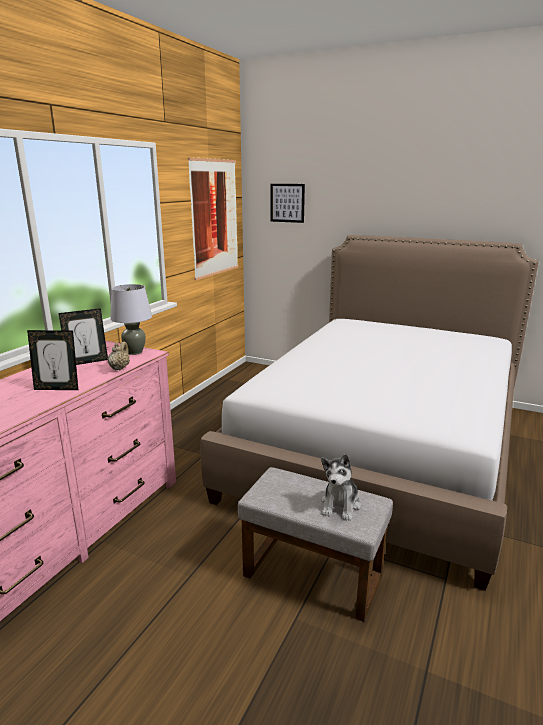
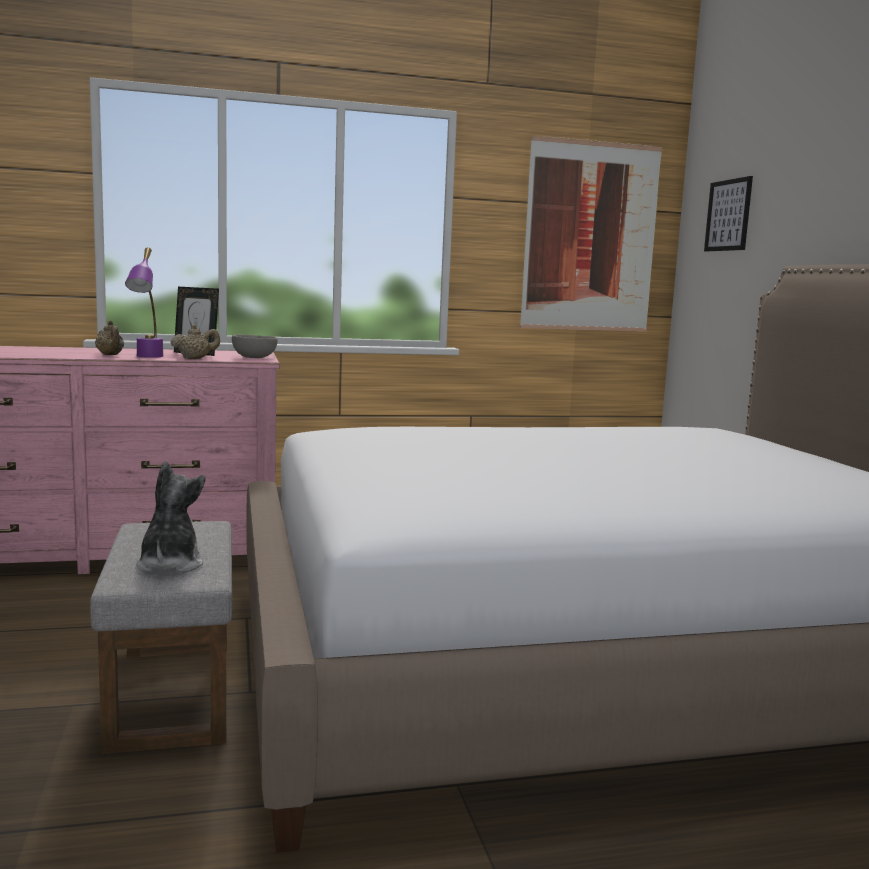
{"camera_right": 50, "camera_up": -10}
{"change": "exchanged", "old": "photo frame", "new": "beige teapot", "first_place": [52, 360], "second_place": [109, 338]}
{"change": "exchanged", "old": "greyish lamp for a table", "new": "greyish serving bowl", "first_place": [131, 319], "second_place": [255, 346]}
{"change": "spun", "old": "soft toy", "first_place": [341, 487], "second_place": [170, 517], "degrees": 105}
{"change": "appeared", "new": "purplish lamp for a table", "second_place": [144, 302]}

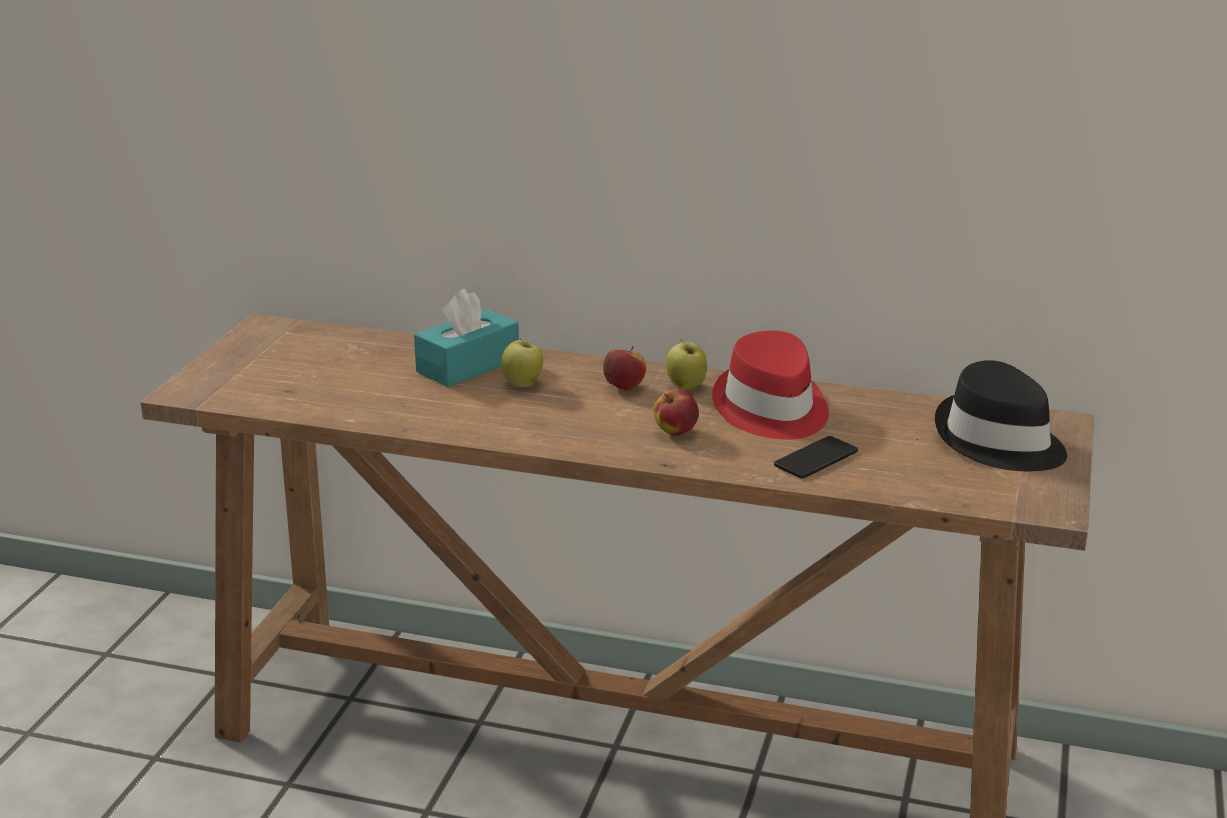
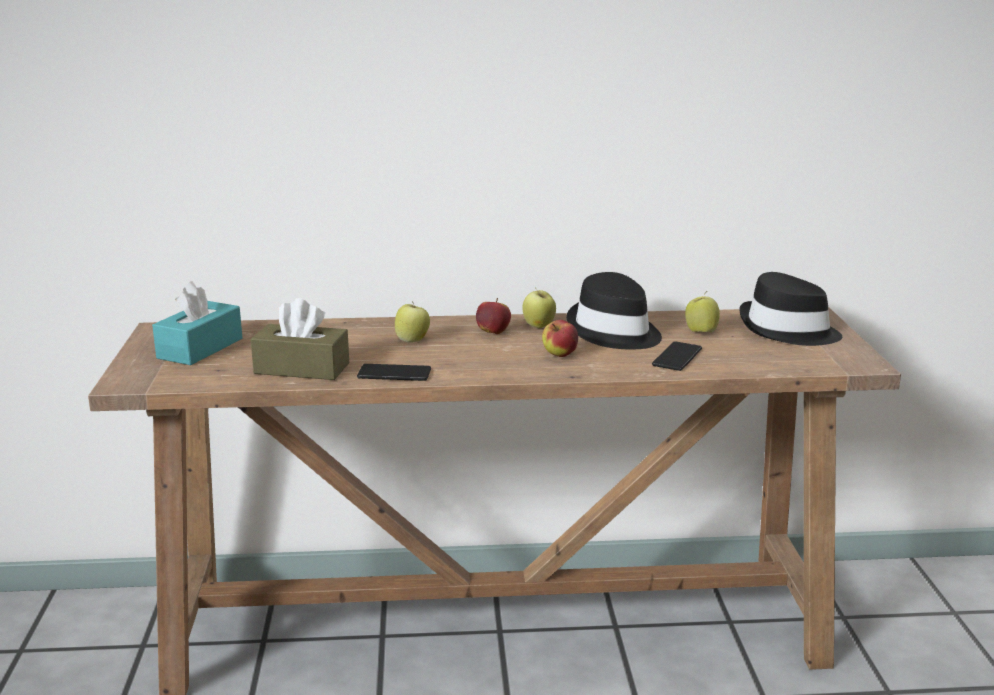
{"camera_right": -20, "camera_up": -5}
{"change": "relocated", "old": "blue-green tissue holder", "first_place": [466, 338], "second_place": [197, 323]}
{"change": "colour", "old": "red wearable hat", "new": "blackish wearable hat", "first_place": [770, 385], "second_place": [614, 310]}
{"change": "appeared", "new": "brown tissue holder", "second_place": [300, 339]}
{"change": "appeared", "new": "telephone", "second_place": [394, 372]}
{"change": "appeared", "new": "whole apple", "second_place": [702, 311]}

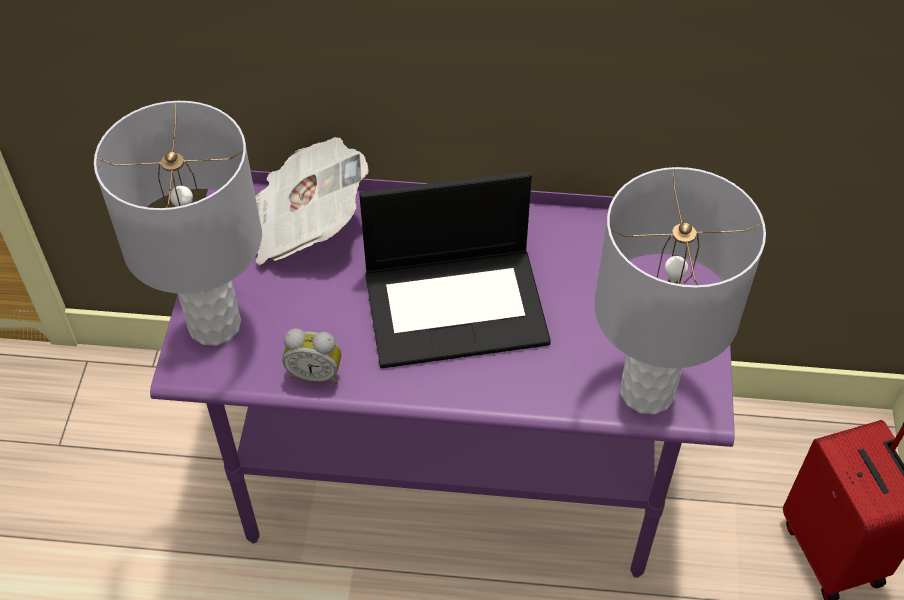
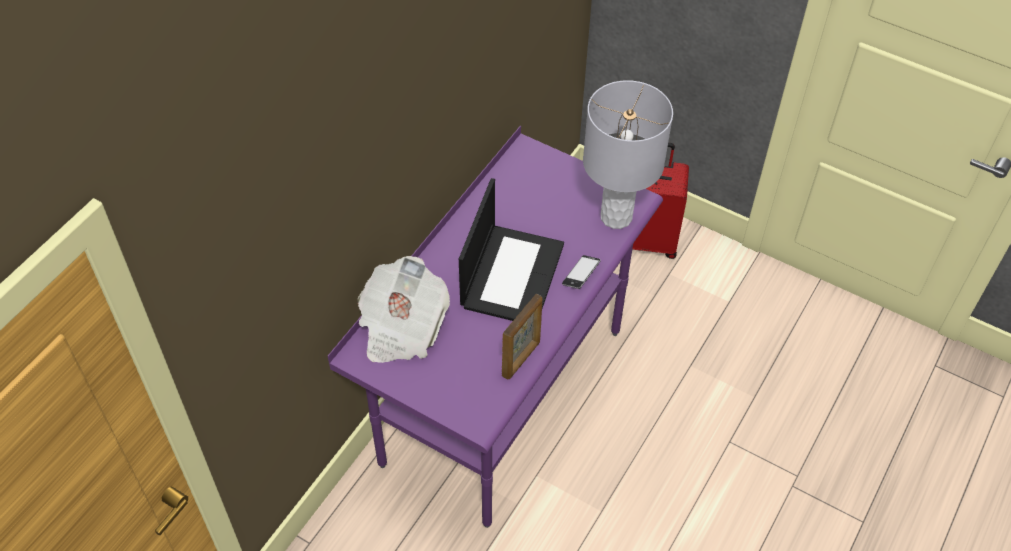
{"camera_right": -65, "camera_up": 0}
{"change": "missing", "old": "greyish lamp for a table", "first_place": [178, 223]}
{"change": "exchanged", "old": "bedside clock", "new": "photo frame", "first_place": [312, 356], "second_place": [522, 337]}
{"change": "appeared", "new": "telephone", "second_place": [581, 272]}

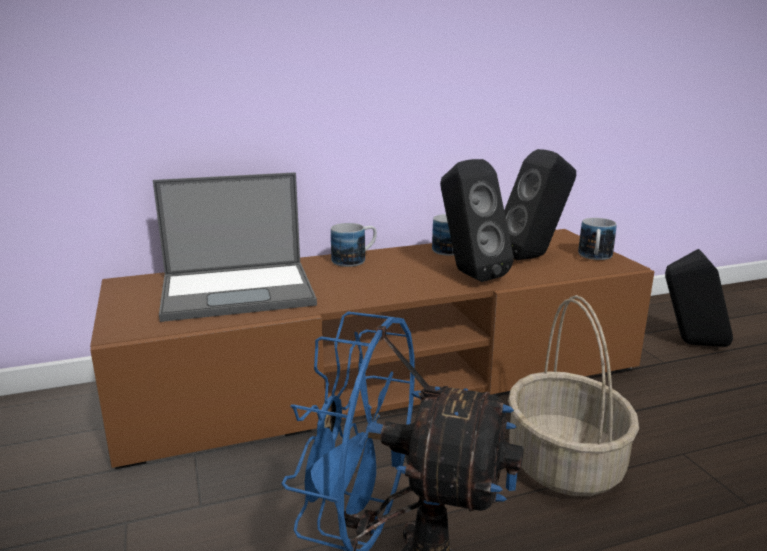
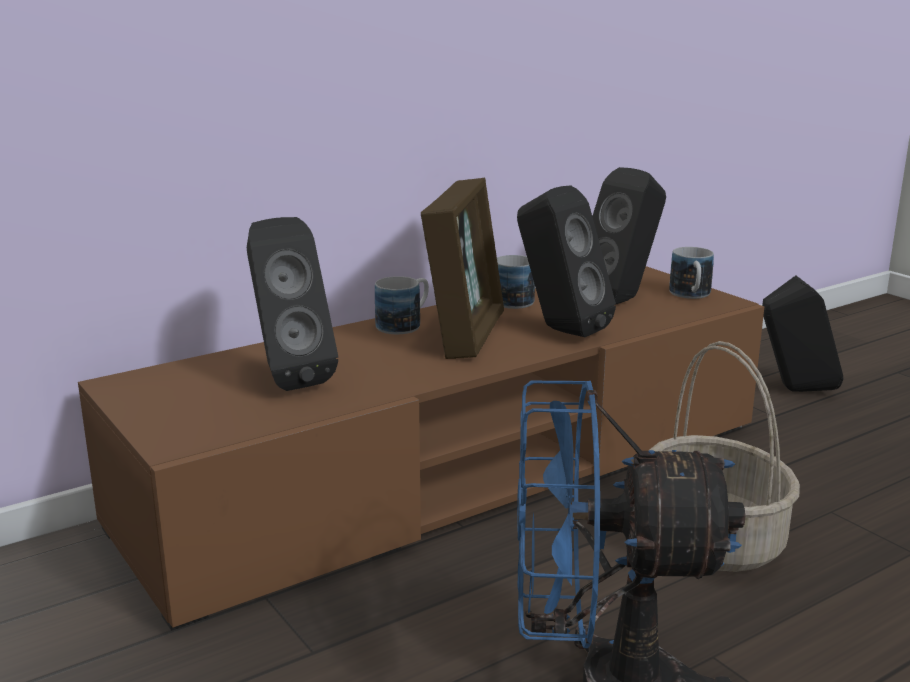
{"camera_right": -15, "camera_up": 0}
{"change": "exchanged", "old": "portable computer", "new": "blackish loudspeaker", "first_place": [235, 247], "second_place": [292, 304]}
{"change": "appeared", "new": "photo frame", "second_place": [462, 268]}

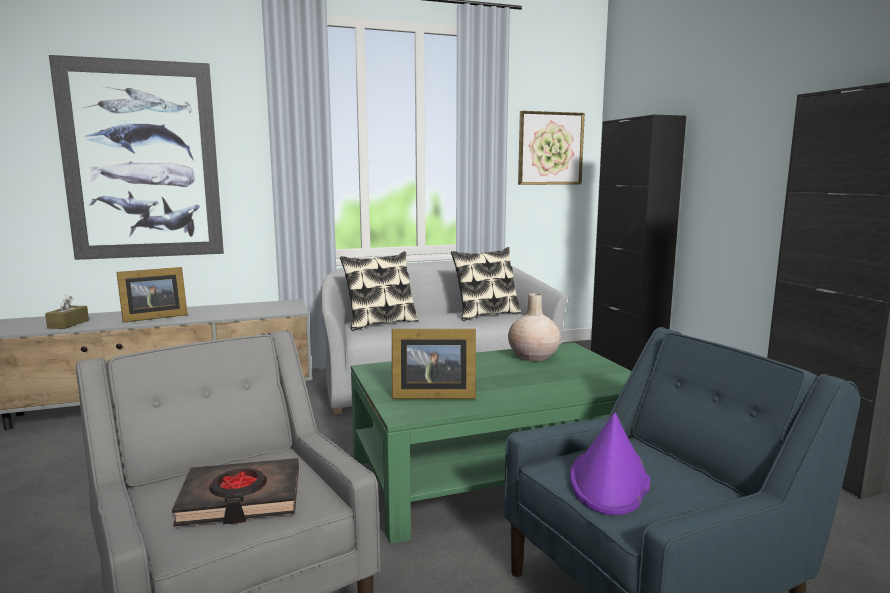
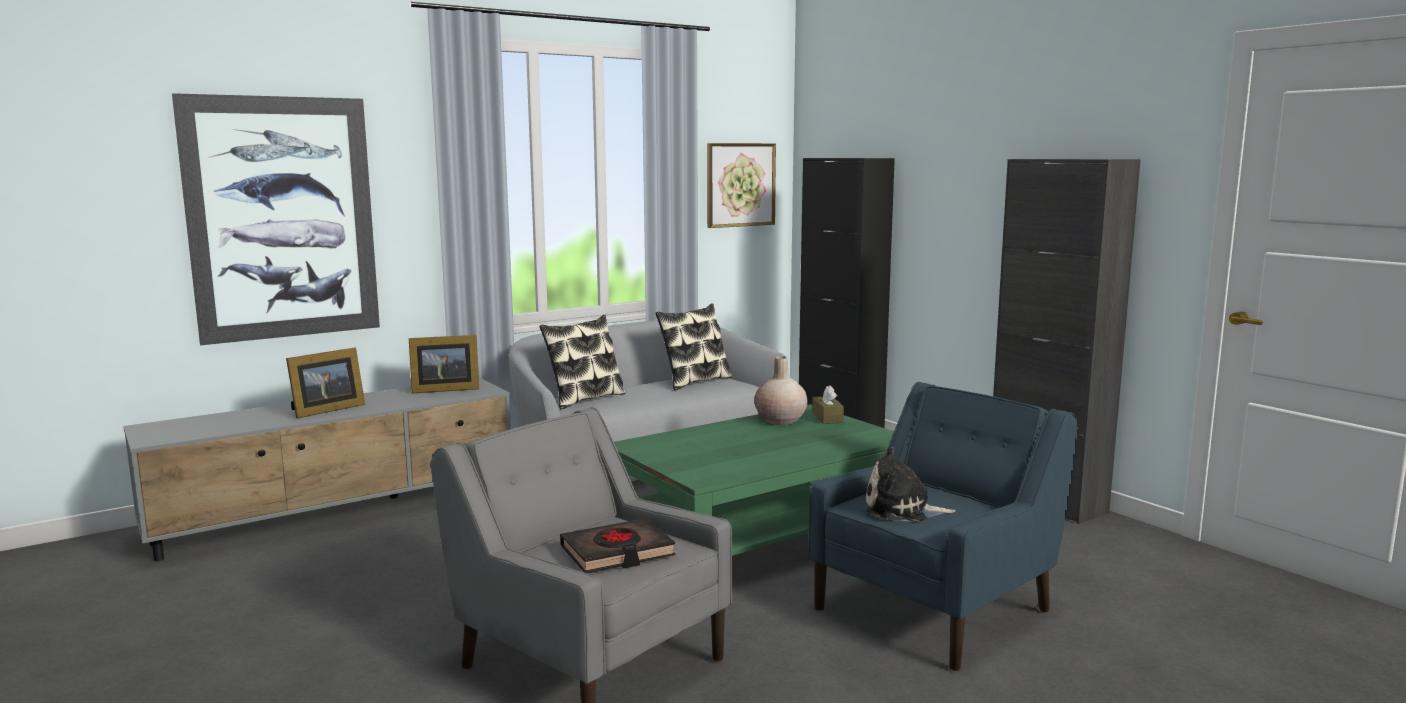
{"camera_right": -15, "camera_up": 0}
{"change": "relocated", "old": "brown tissue holder", "first_place": [67, 312], "second_place": [828, 404]}
{"change": "relocated", "old": "photo frame", "first_place": [434, 364], "second_place": [444, 364]}
{"change": "exchanged", "old": "purplish wearable hat", "new": "soft toy", "first_place": [610, 464], "second_place": [911, 484]}

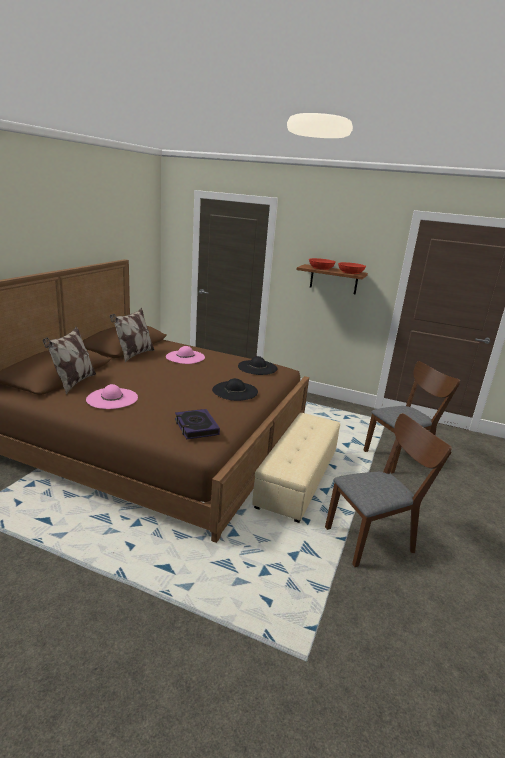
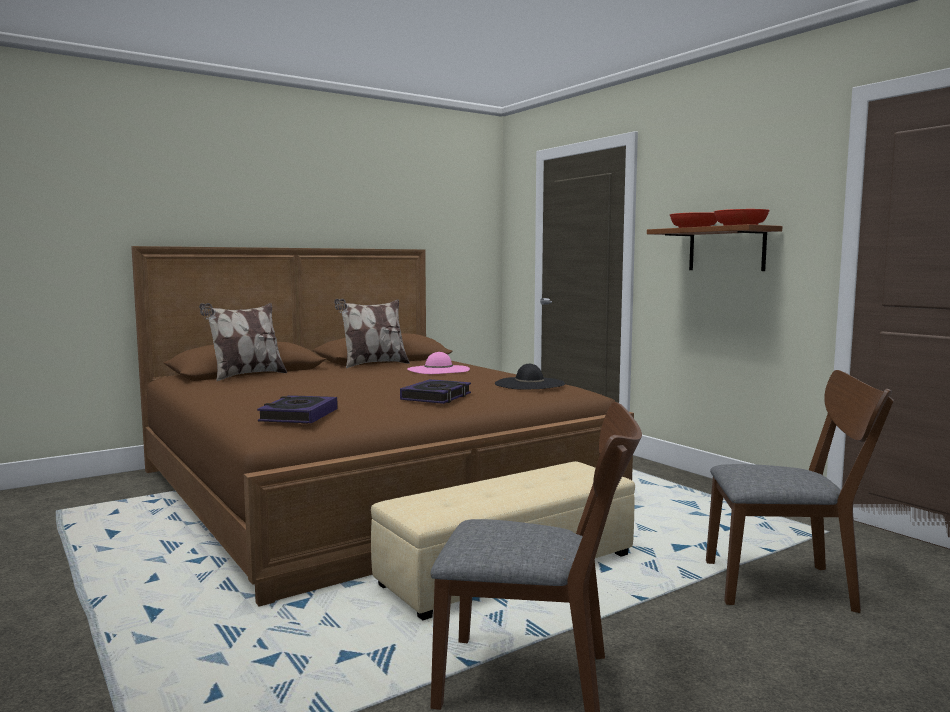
{"camera_right": 35, "camera_up": -15}
{"change": "missing", "old": "pink-coloured wearable hat", "first_place": [112, 396]}
{"change": "exchanged", "old": "blackish wearable hat", "new": "volume", "first_place": [235, 389], "second_place": [435, 391]}

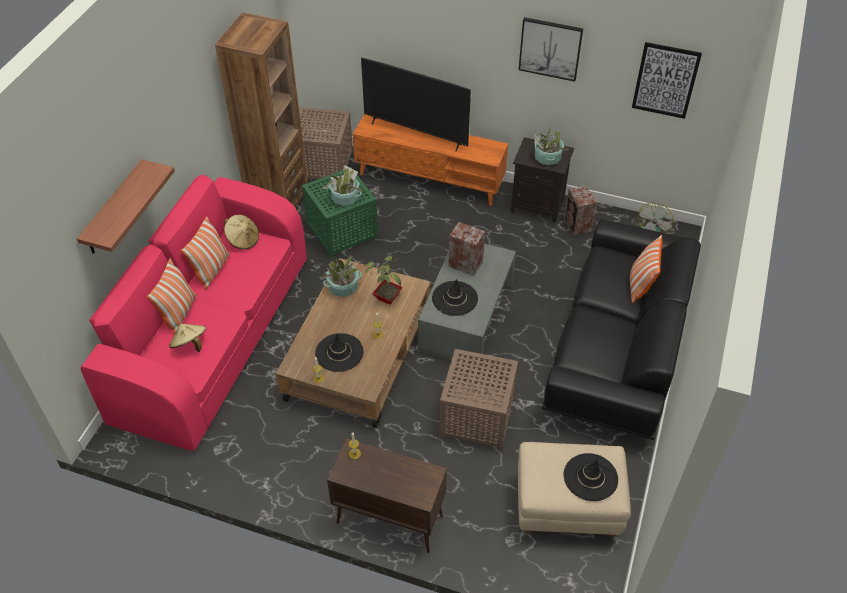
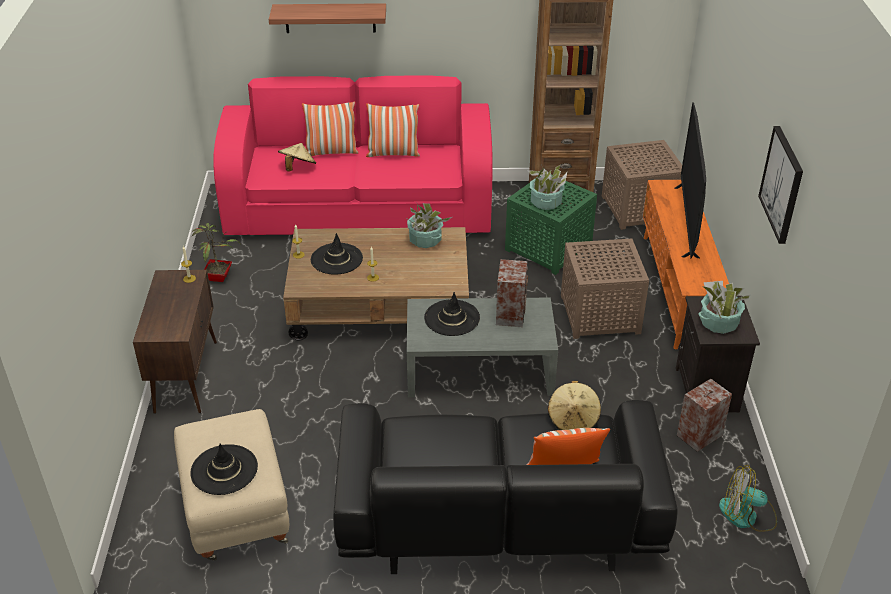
{"camera_right": 70, "camera_up": -10}
{"change": "relocated", "old": "beige wearable hat", "first_place": [241, 232], "second_place": [574, 405]}
{"change": "relocated", "old": "potted plant", "first_place": [383, 278], "second_place": [216, 252]}
{"change": "relocated", "old": "brown side table", "first_place": [478, 399], "second_place": [605, 288]}
{"change": "missing", "old": "picture", "first_place": [667, 80]}

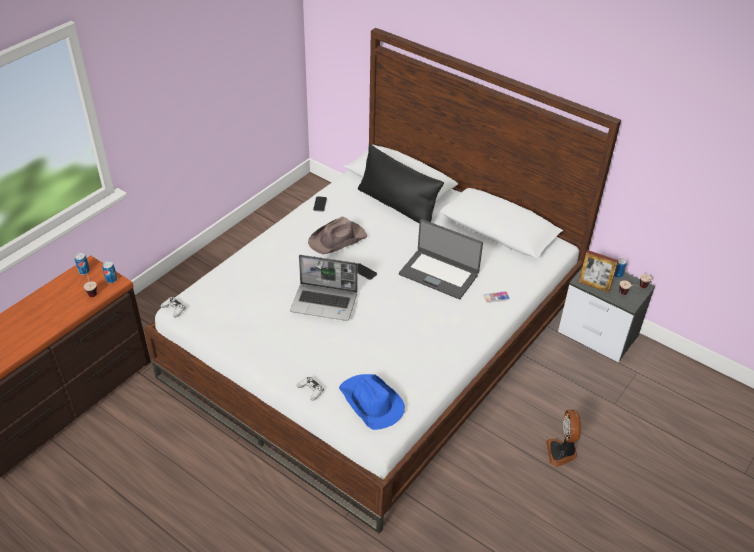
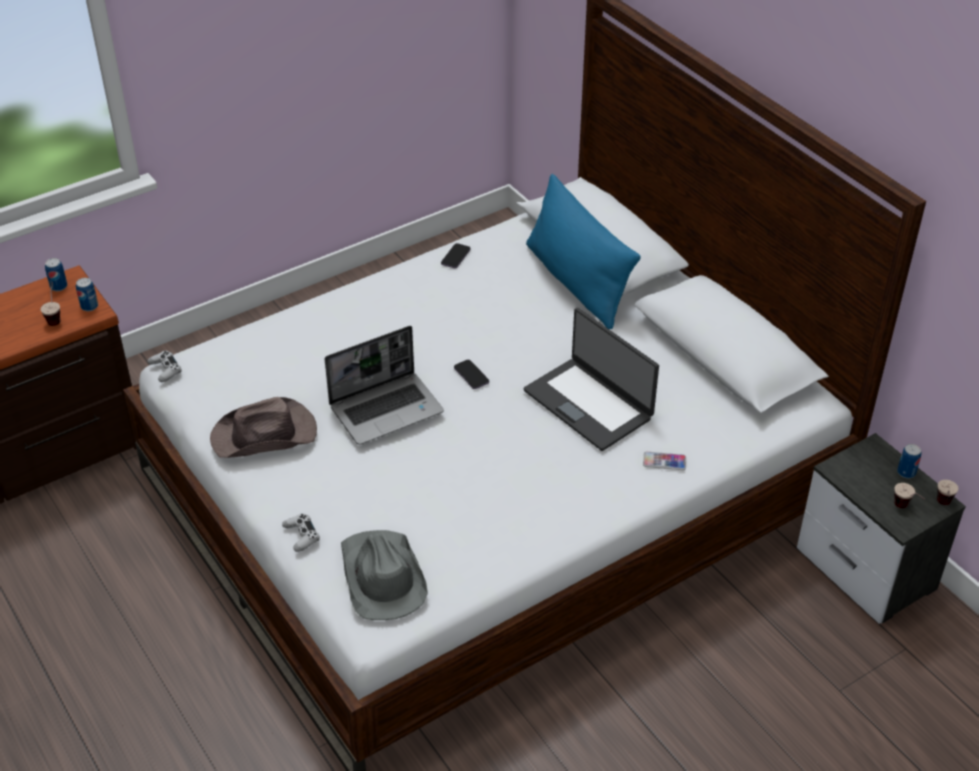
{"camera_right": 20, "camera_up": 0}
{"change": "spun", "old": "portable computer", "first_place": [324, 288], "second_place": [384, 385], "degrees": -60}
{"change": "relocated", "old": "brown wearable hat", "first_place": [337, 236], "second_place": [263, 427]}
{"change": "colour", "old": "bluish wearable hat", "new": "greyish wearable hat", "first_place": [372, 402], "second_place": [384, 575]}
{"change": "colour", "old": "blackish throw pillow", "new": "bluish throw pillow", "first_place": [401, 183], "second_place": [583, 251]}
{"change": "missing", "old": "electric fan", "first_place": [563, 438]}
{"change": "missing", "old": "photo frame", "first_place": [599, 271]}

